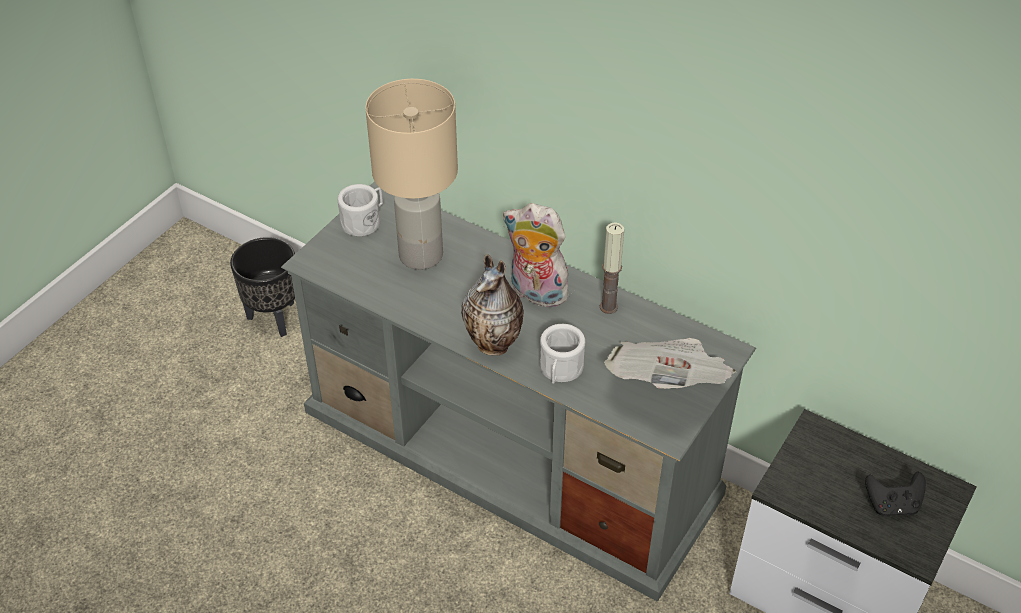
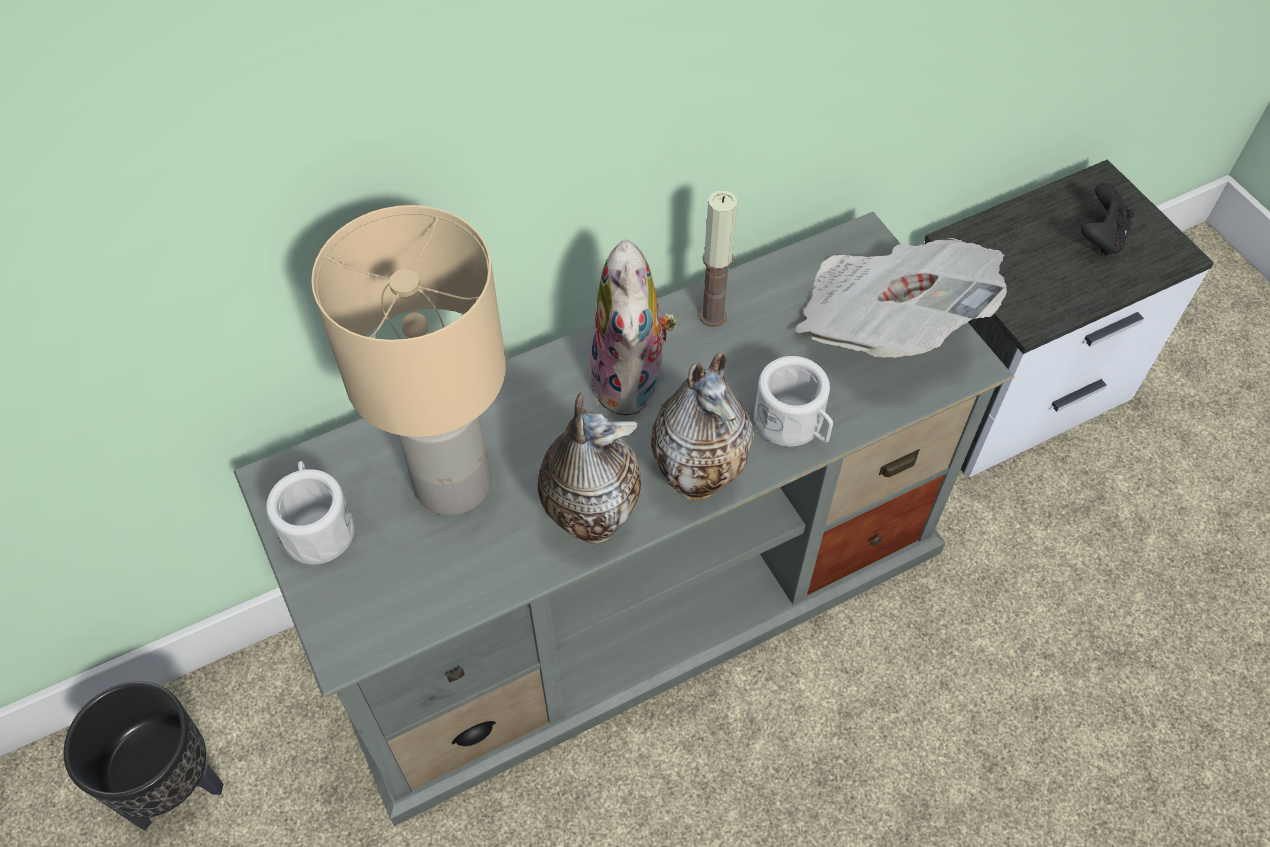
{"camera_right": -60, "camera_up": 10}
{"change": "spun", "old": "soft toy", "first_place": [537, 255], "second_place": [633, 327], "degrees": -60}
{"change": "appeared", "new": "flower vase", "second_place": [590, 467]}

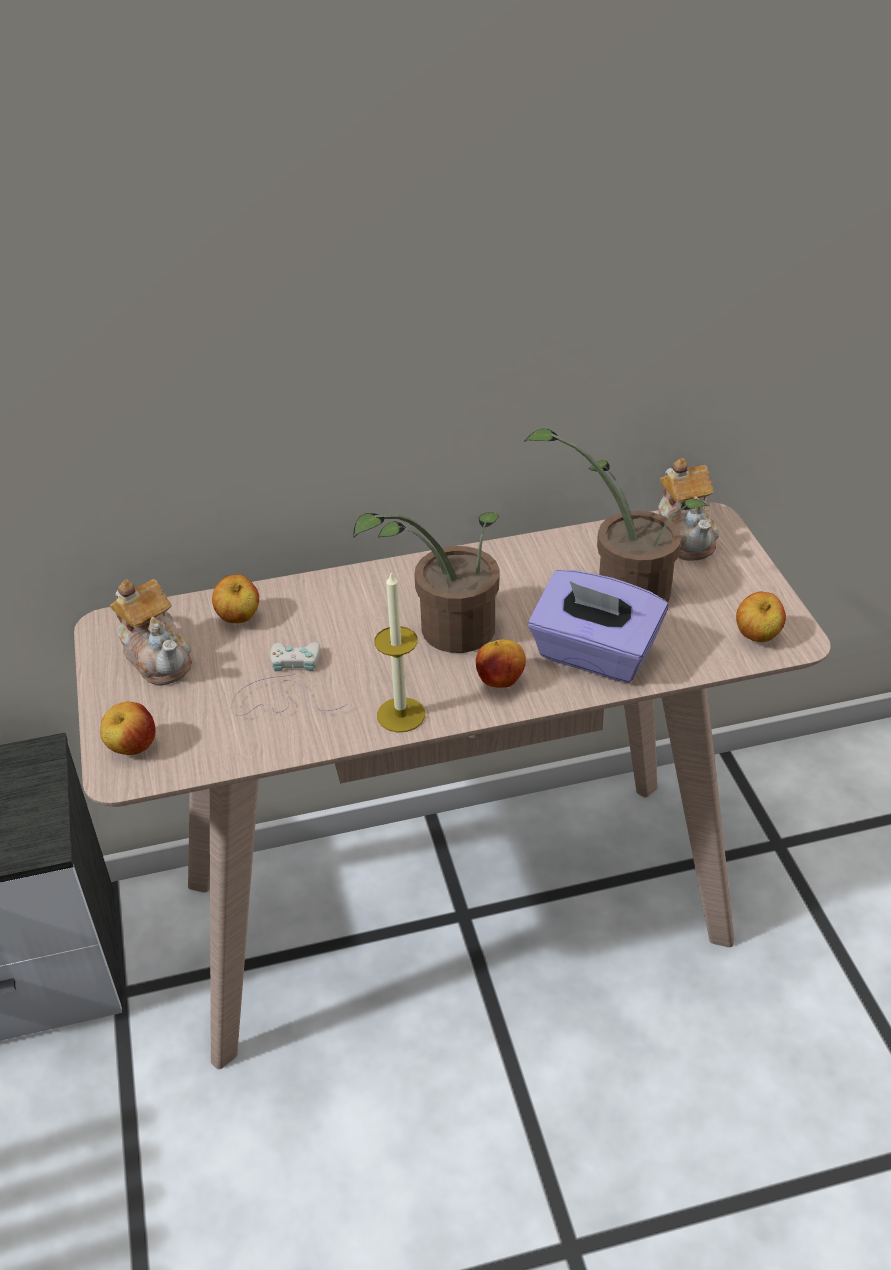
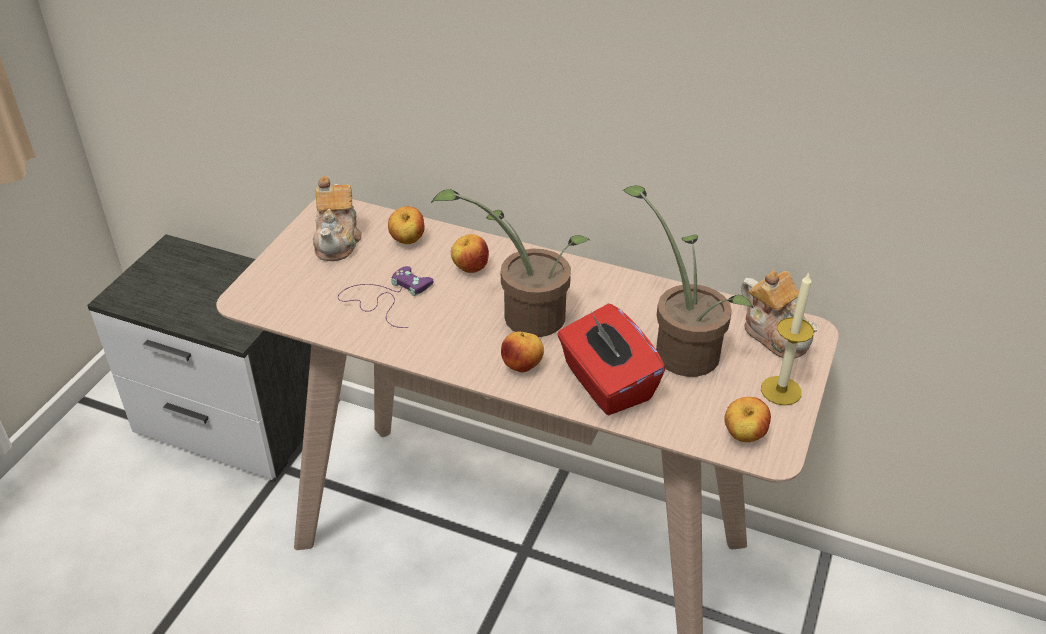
{"camera_right": 35, "camera_up": 0}
{"change": "relocated", "old": "whole apple", "first_place": [128, 728], "second_place": [470, 253]}
{"change": "colour", "old": "white game controller", "new": "purplish game controller", "first_place": [289, 679], "second_place": [386, 297]}
{"change": "relocated", "old": "wax light", "first_place": [399, 651], "second_place": [787, 339]}
{"change": "colour", "old": "purplish tissue holder", "new": "red tissue holder", "first_place": [598, 626], "second_place": [611, 359]}
{"change": "spun", "old": "teapot", "first_place": [688, 509], "second_place": [780, 314], "degrees": -60}

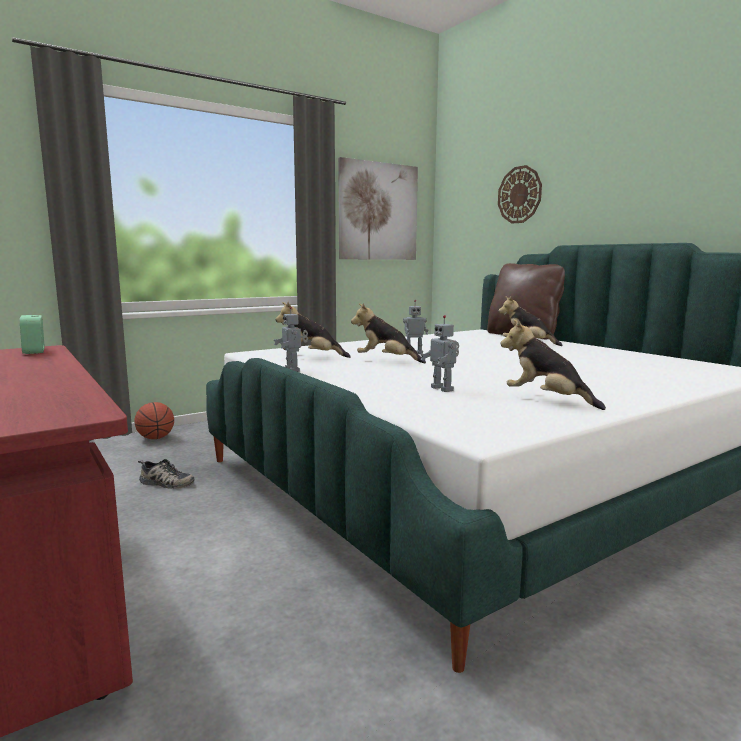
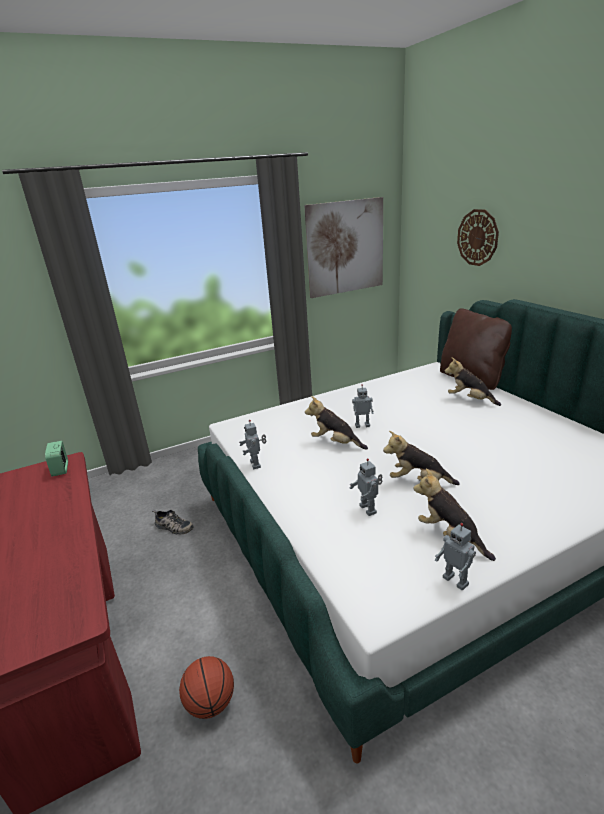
{"camera_right": 10, "camera_up": 15}
{"change": "relocated", "old": "basketball ball", "first_place": [154, 420], "second_place": [206, 687]}
{"change": "relocated", "old": "soft toy", "first_place": [313, 329], "second_place": [421, 458]}
{"change": "appeared", "new": "model robot", "second_place": [455, 556]}

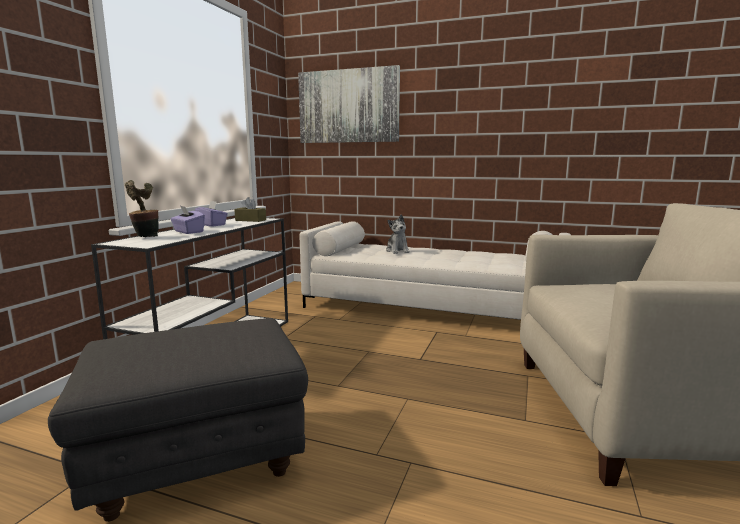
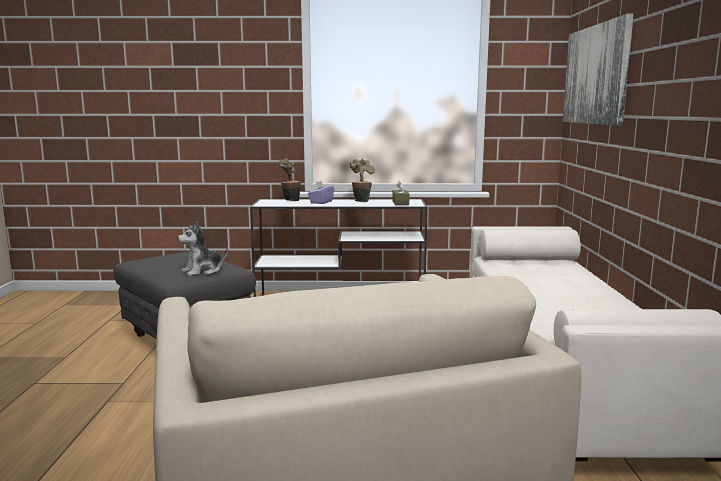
{"camera_right": 70, "camera_up": 0}
{"change": "exchanged", "old": "purplish tissue holder", "new": "potted plant", "first_place": [211, 214], "second_place": [362, 180]}
{"change": "relocated", "old": "soft toy", "first_place": [398, 234], "second_place": [202, 248]}

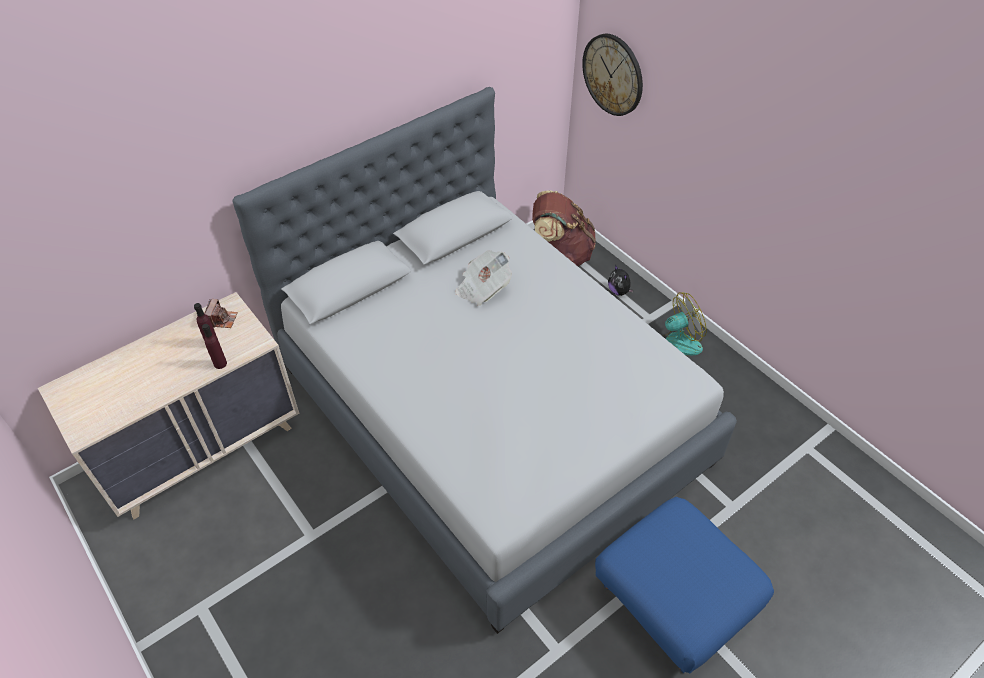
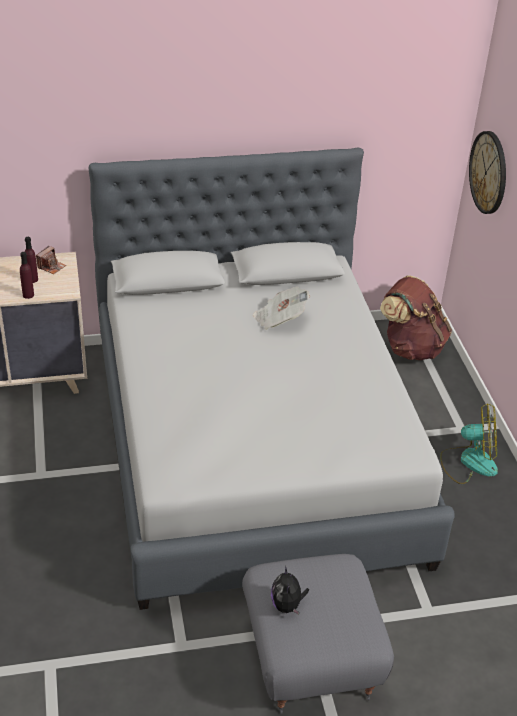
{"camera_right": 25, "camera_up": -10}
{"change": "colour", "old": "bluish ottoman", "new": "greyish ottoman", "first_place": [684, 585], "second_place": [318, 634]}
{"change": "relocated", "old": "soft toy", "first_place": [621, 280], "second_place": [290, 590]}

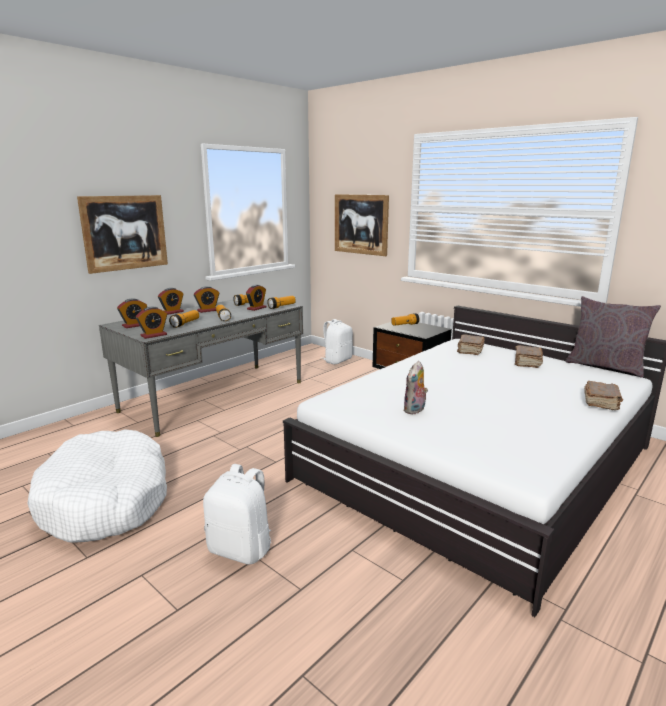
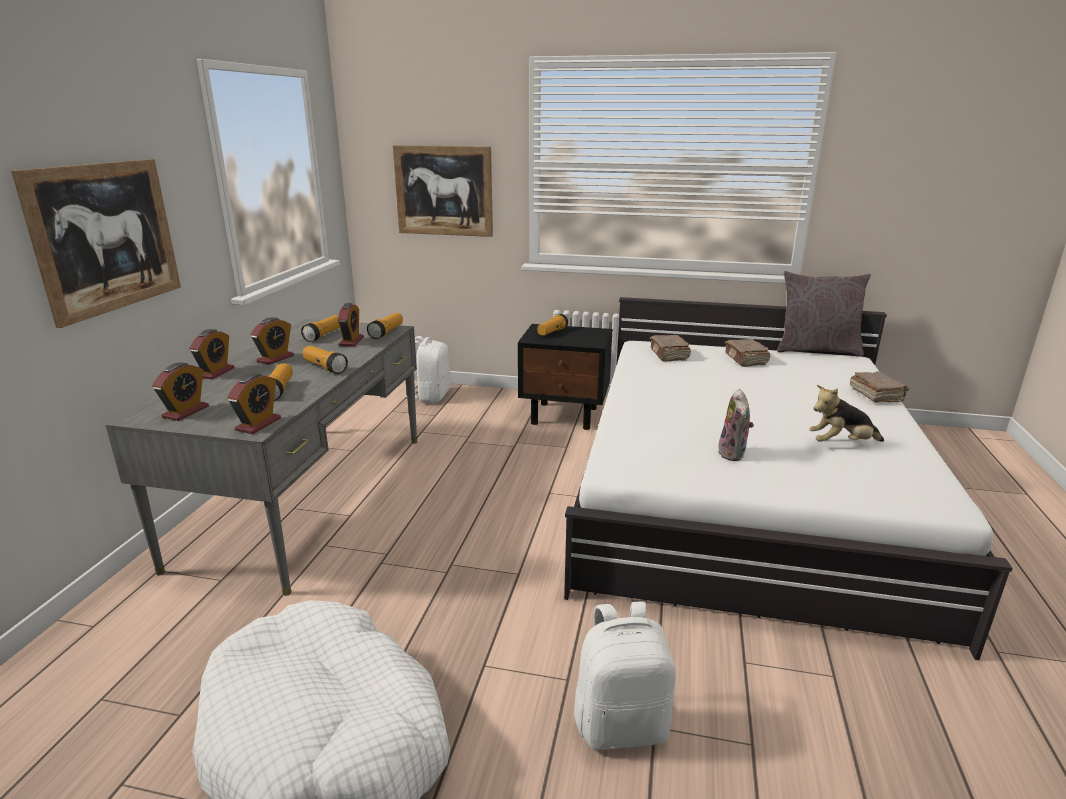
{"camera_right": -30, "camera_up": 5}
{"change": "appeared", "new": "soft toy", "second_place": [846, 413]}

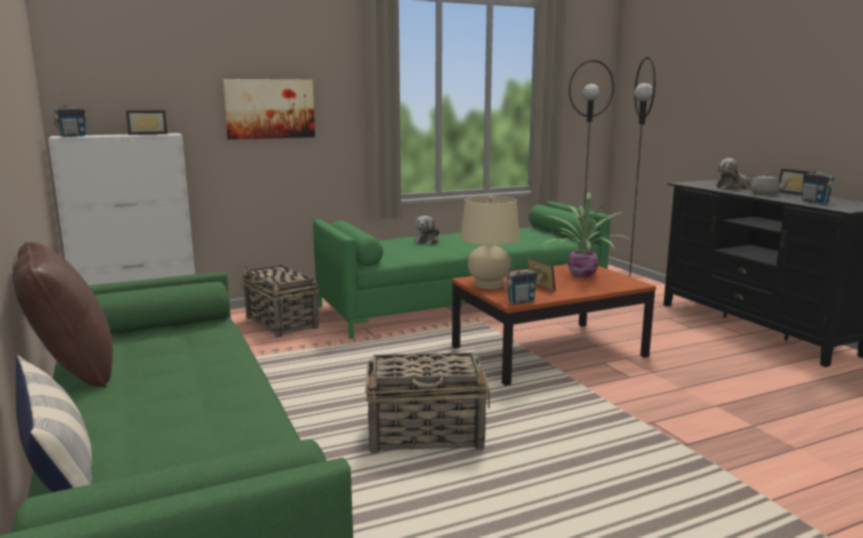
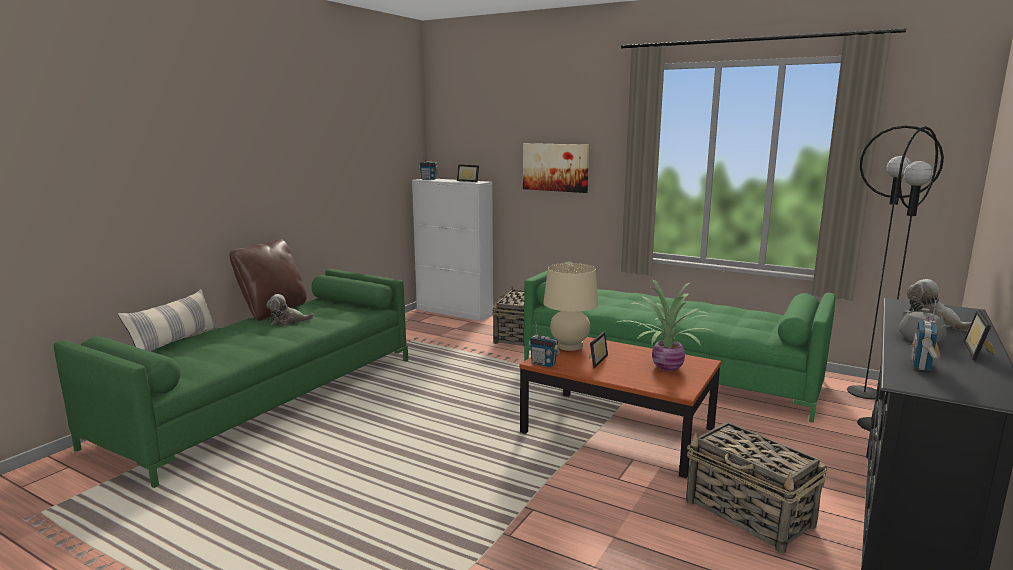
{"camera_right": 55, "camera_up": 0}
{"change": "relocated", "old": "household basket", "first_place": [427, 402], "second_place": [756, 488]}
{"change": "relocated", "old": "soft toy", "first_place": [427, 230], "second_place": [290, 310]}

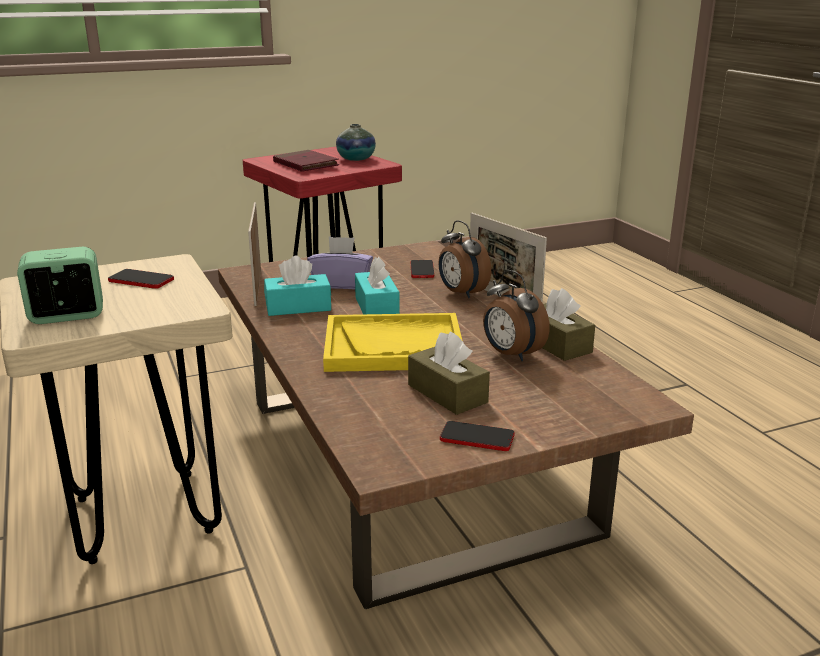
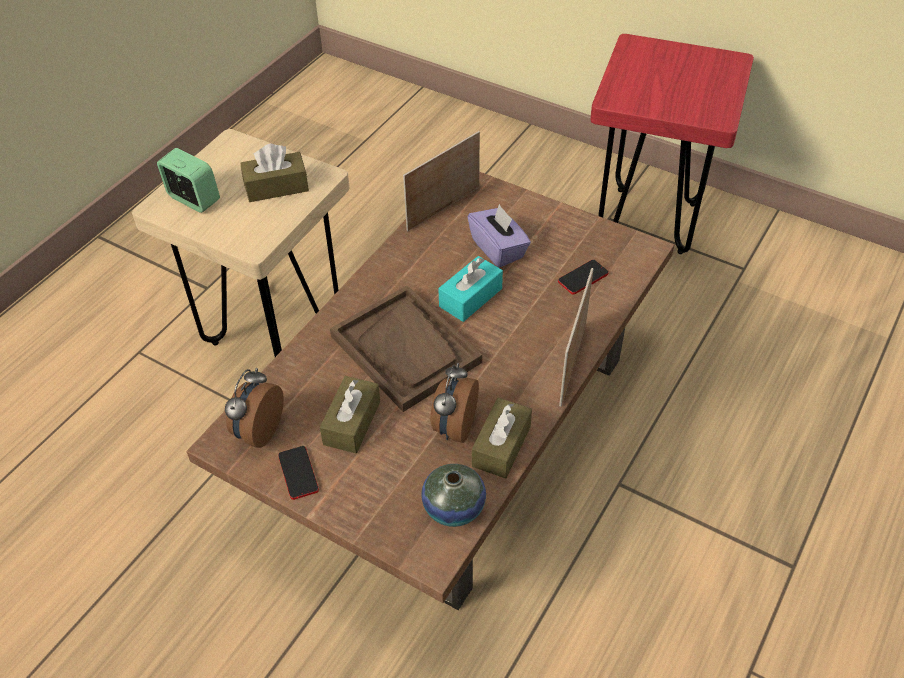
{"camera_right": 55, "camera_up": 25}
{"change": "exchanged", "old": "telephone", "new": "brown tissue holder", "first_place": [141, 279], "second_place": [274, 173]}
{"change": "missing", "old": "blue-green tissue holder", "first_place": [297, 286]}
{"change": "missing", "old": "red volume", "first_place": [306, 161]}
{"change": "colour", "old": "yellow-coloured serving tray", "new": "brown serving tray", "first_place": [393, 342], "second_place": [406, 348]}
{"change": "relocated", "old": "flower vase", "first_place": [356, 142], "second_place": [454, 495]}
{"change": "relocated", "old": "bedside clock", "first_place": [465, 259], "second_place": [254, 408]}

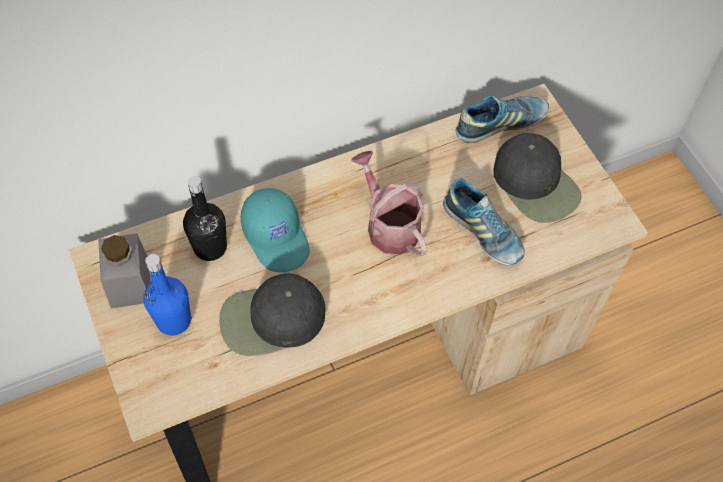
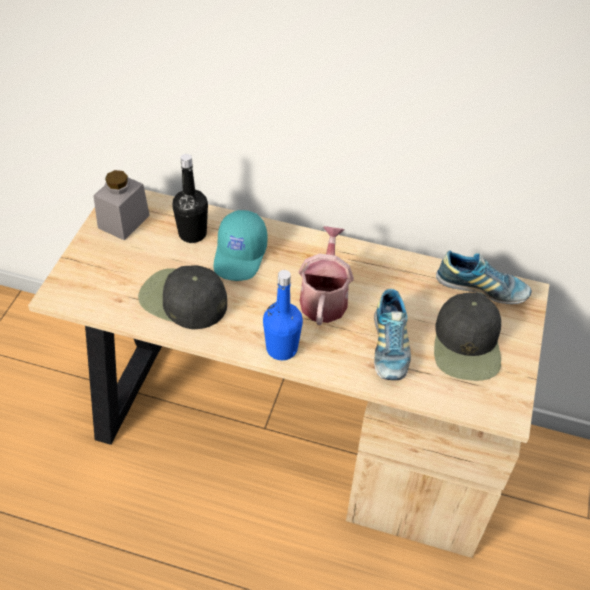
{"camera_right": 40, "camera_up": -10}
{"change": "relocated", "old": "bluish beverage bottle", "first_place": [167, 295], "second_place": [283, 315]}

